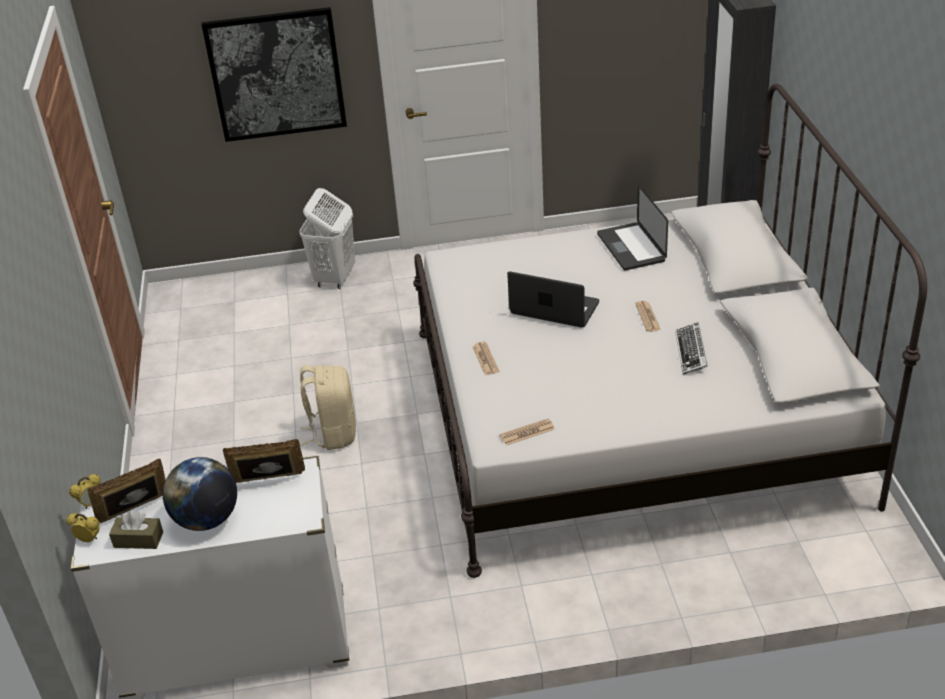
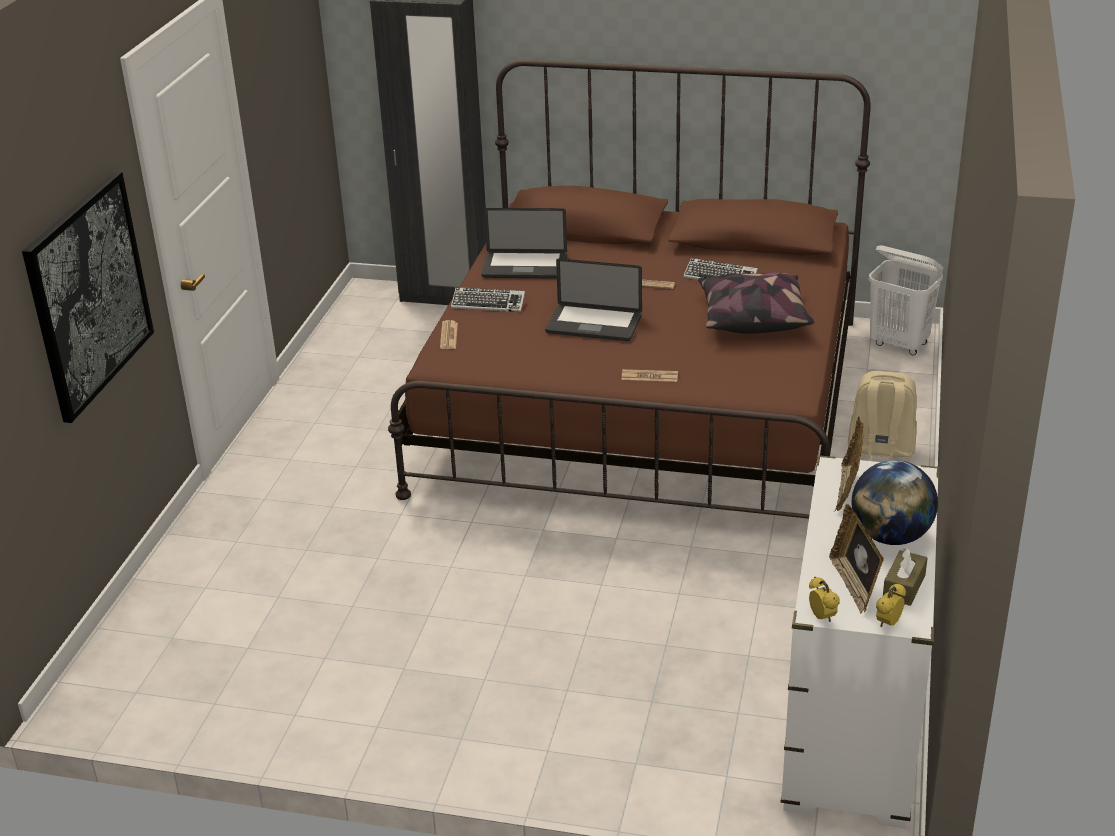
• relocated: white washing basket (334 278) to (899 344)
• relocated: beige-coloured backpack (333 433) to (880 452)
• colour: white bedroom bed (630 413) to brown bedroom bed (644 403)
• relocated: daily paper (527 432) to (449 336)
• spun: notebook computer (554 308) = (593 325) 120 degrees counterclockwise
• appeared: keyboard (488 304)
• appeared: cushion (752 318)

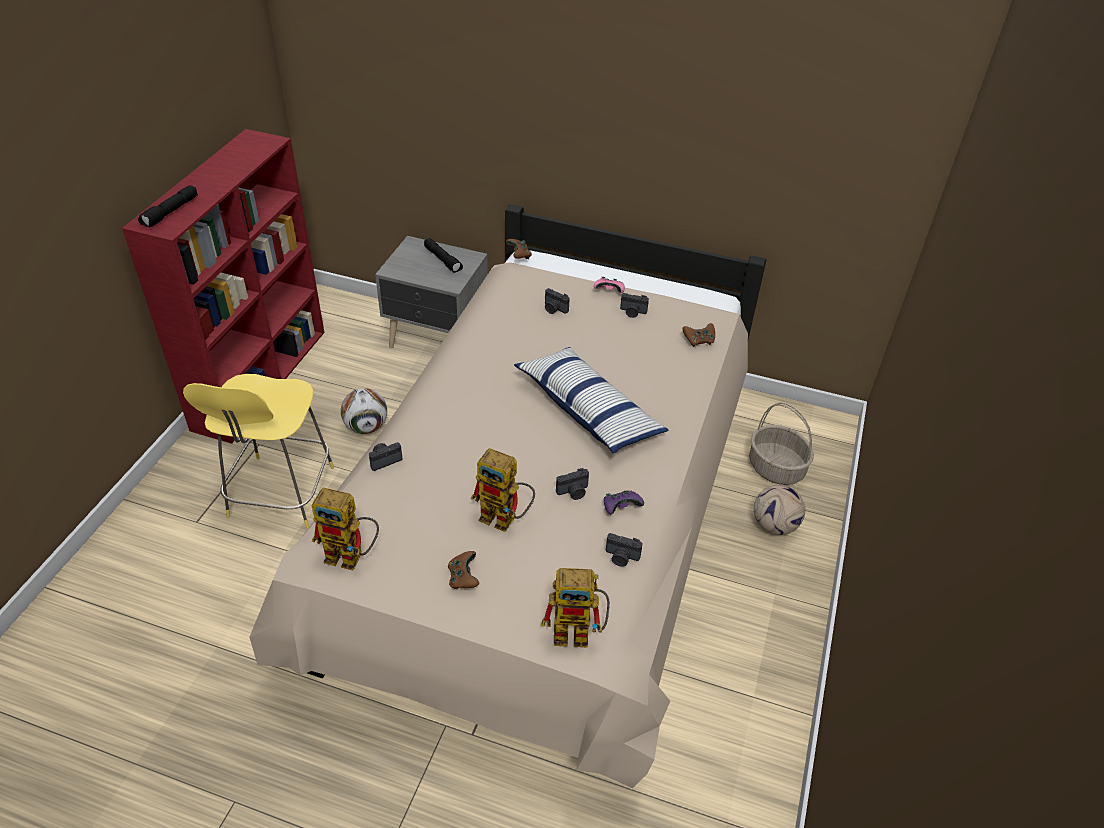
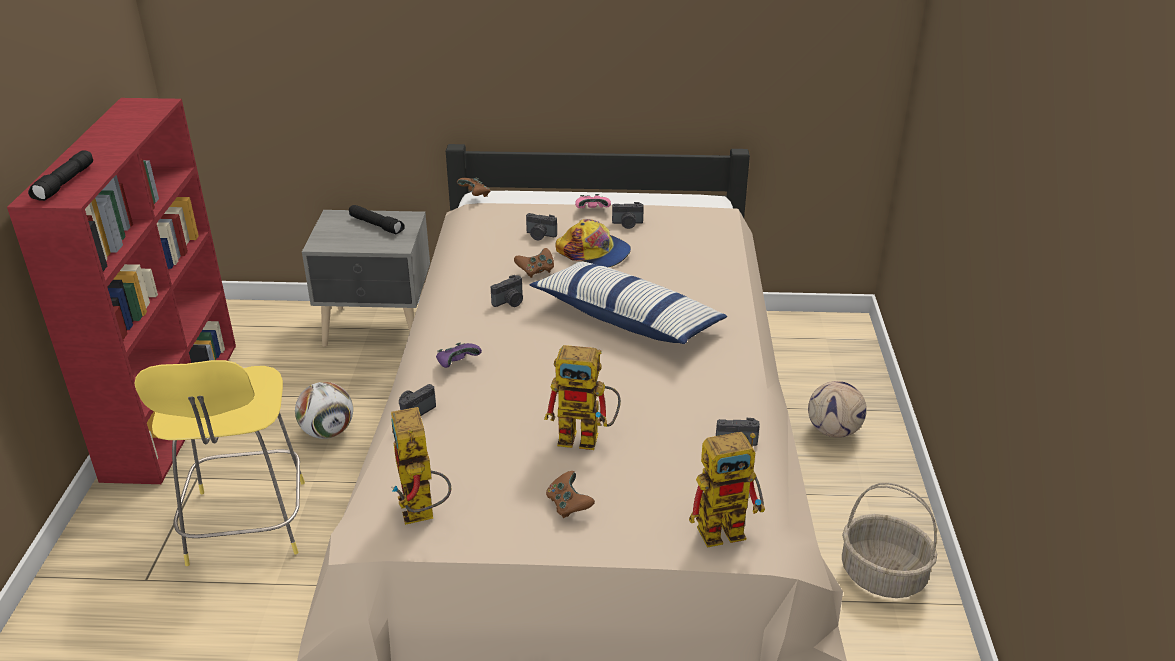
• spun: robot figure (352 556) = (423 514) 75 degrees clockwise
• relocated: photo camera (573 492) to (510 302)
• relocated: purplish gamepad (621 508) to (457 364)
• relocated: brown gamepad (698 341) to (536 271)
• relocated: storage basket (776 468) to (883 575)
• appeared: baseball cap (594 252)

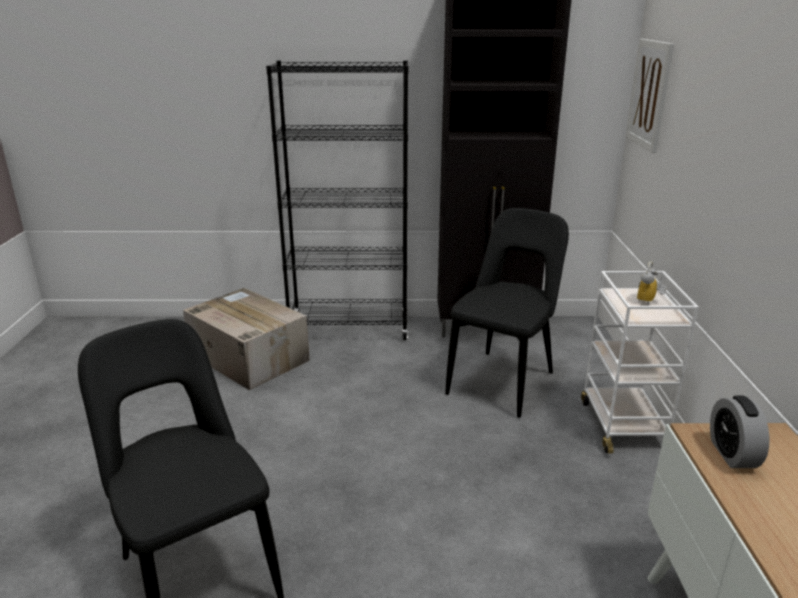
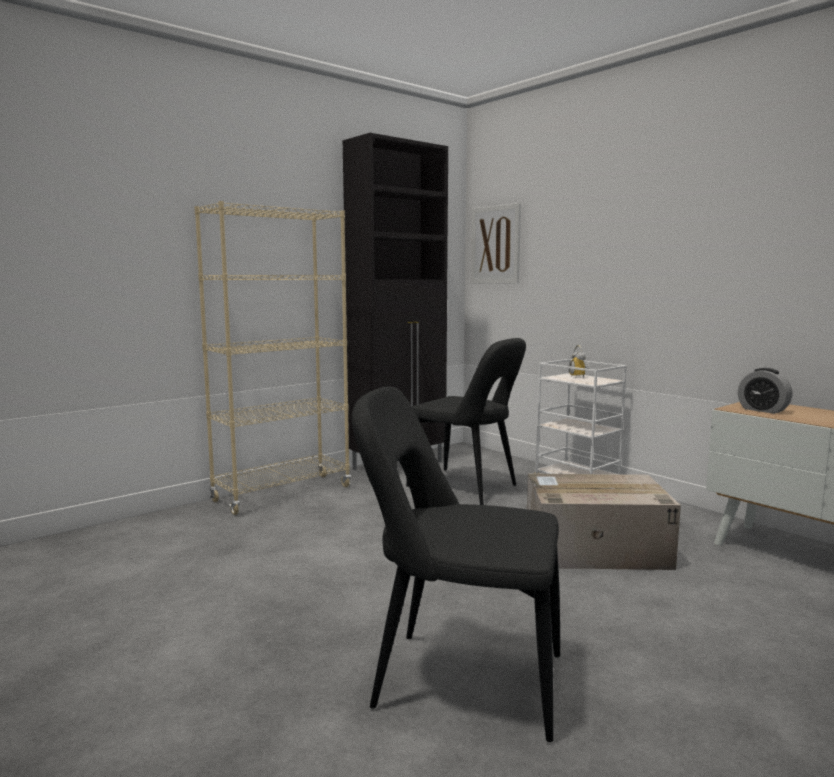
• relocated: carton (247 357) to (593 548)
• colour: blackish bookshelf (349 330) to beige-coloured bookshelf (282 494)
• spun: blackish chair (503 381) = (466 488) 135 degrees clockwise

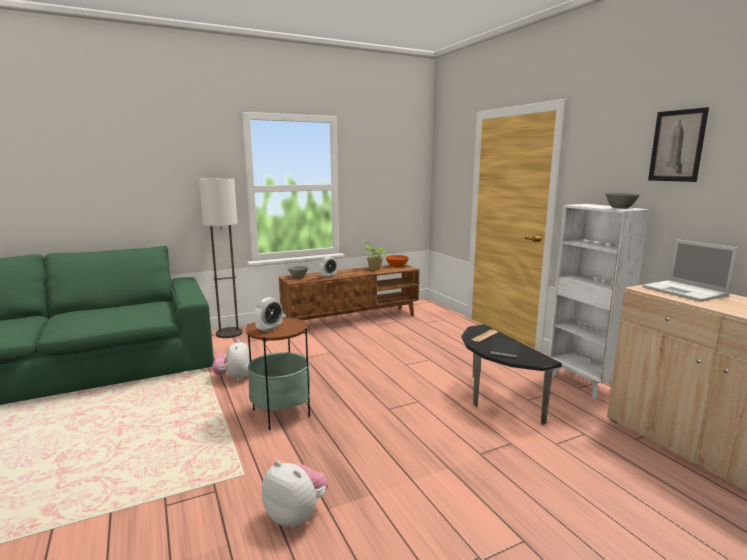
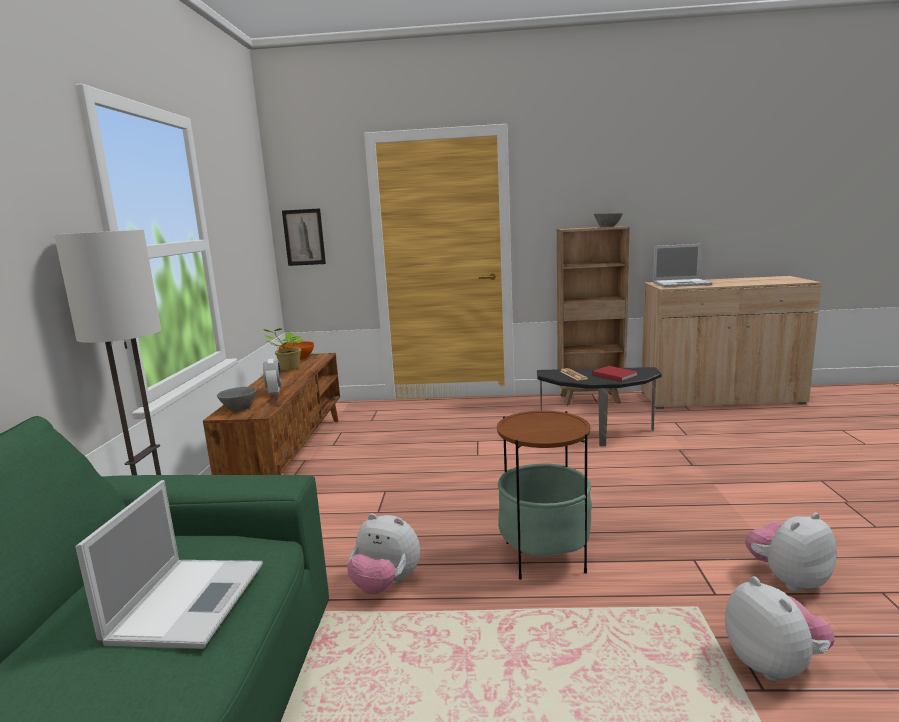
• missing: bedside clock (269 328)
• colour: blackish book (505 350) to red book (614 375)
• colour: white bookshelf (583 384) to brown bookshelf (591 399)
• relocated: wall art (677 146) to (304 237)
• appeared: notebook computer (189 600)
• appeared: cuddly toy (773 665)

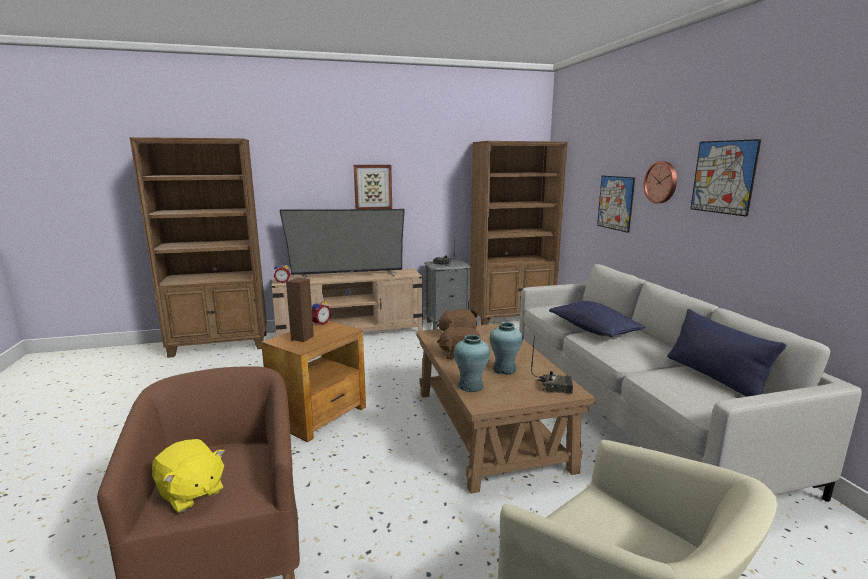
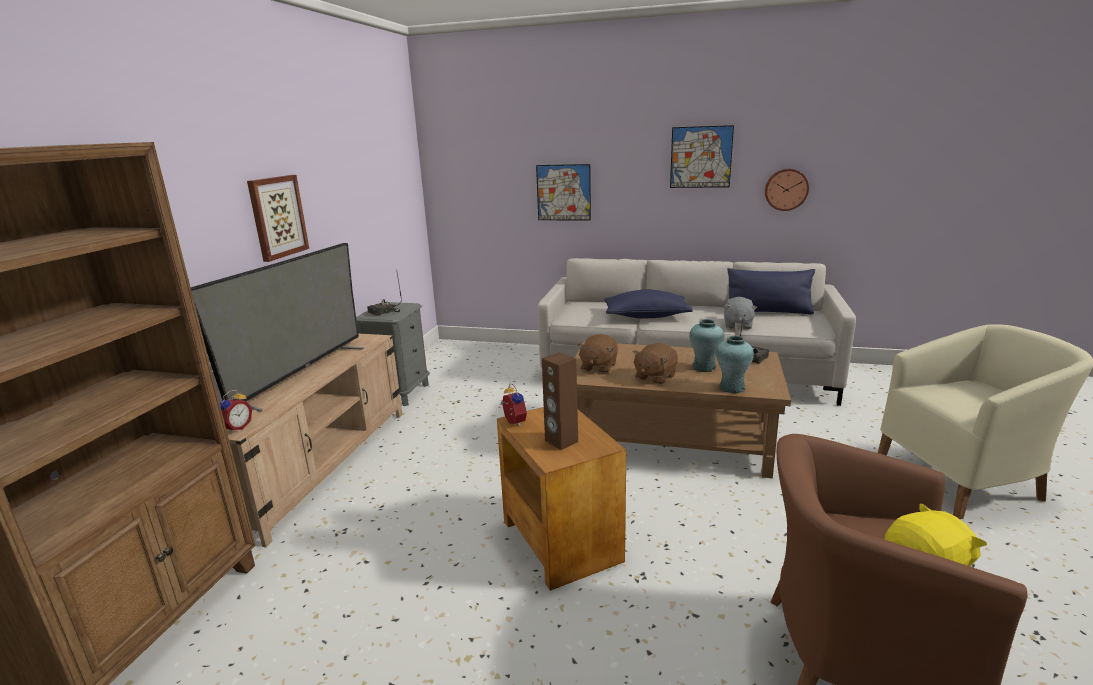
• missing: brown bookshelf (511 319)
• relocated: wall clock (661 182) to (786 189)
• appeared: greyish cuddly toy (737 325)

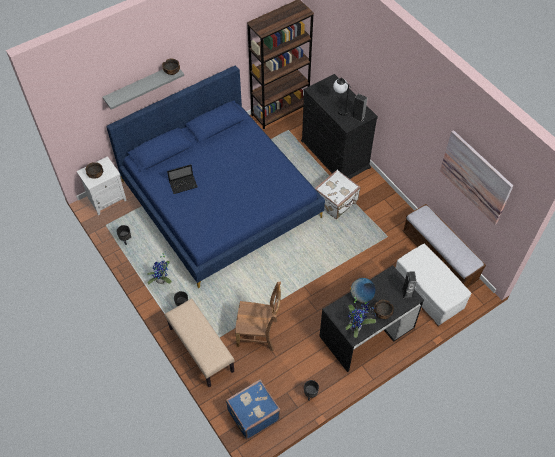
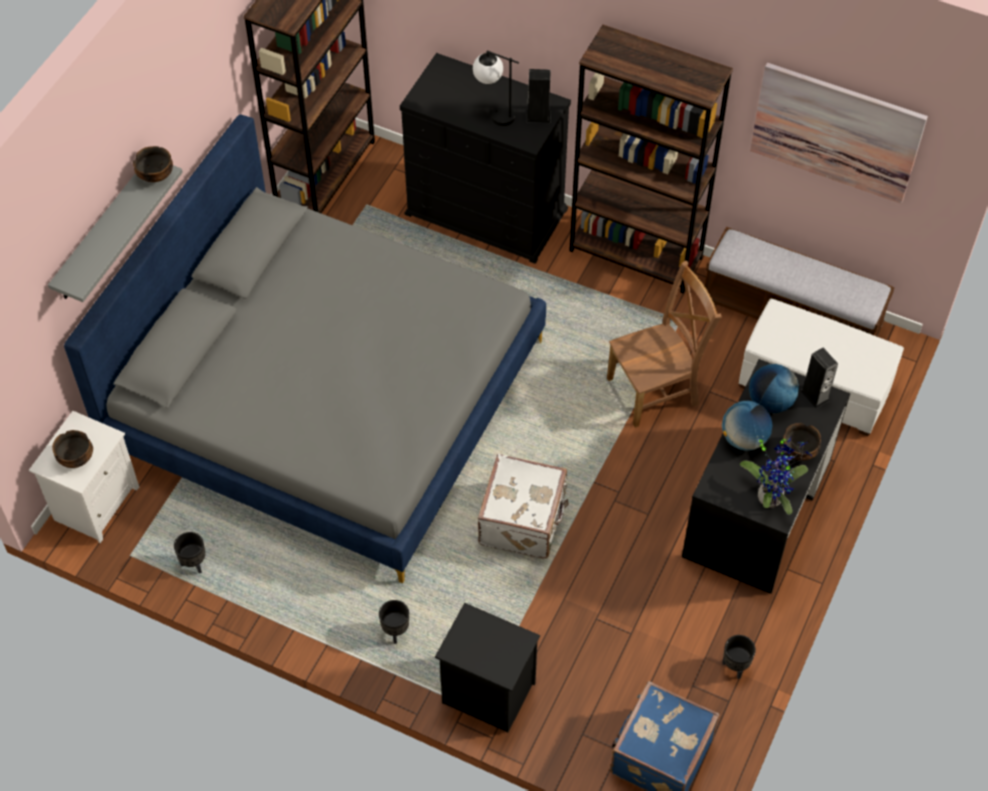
• colour: blue-coloured bedroom bed (220 199) to greyish bedroom bed (327 395)
• missing: potted plant (162 280)
• exchanged: beige-coloured bench (200 349) to blackish bedside table (486 693)
• missing: notebook computer (184 184)
• relocated: brown chair (259 334) to (656 390)
• relocated: white travel case (336 202) to (524 520)
• appeared: brown bookshelf (636 254)
• appeared: world globe (770 402)

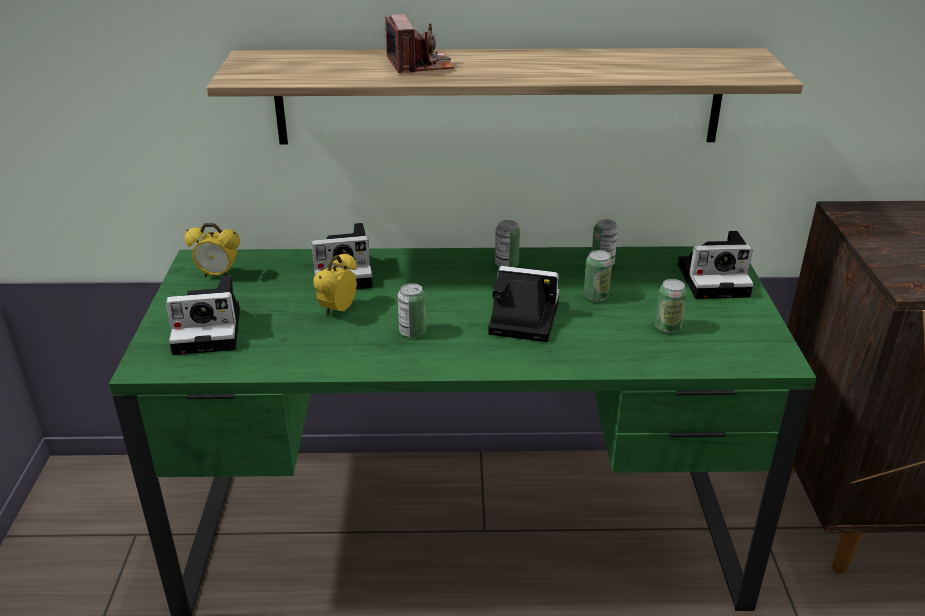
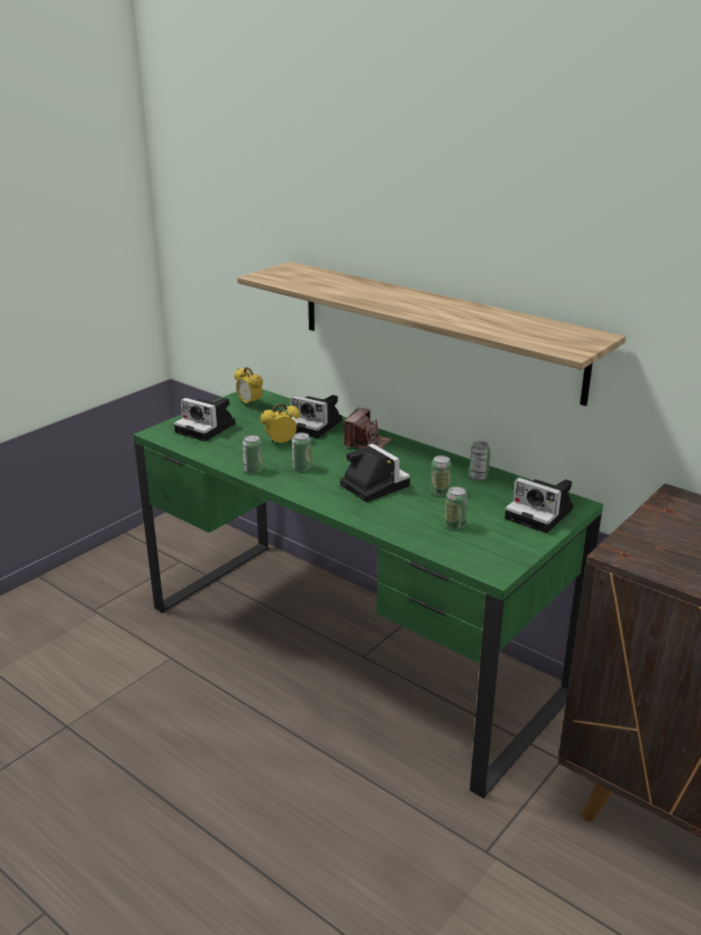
• relocated: photo camera (419 65) to (367 443)
• relocated: metal can (506 264) to (253 470)

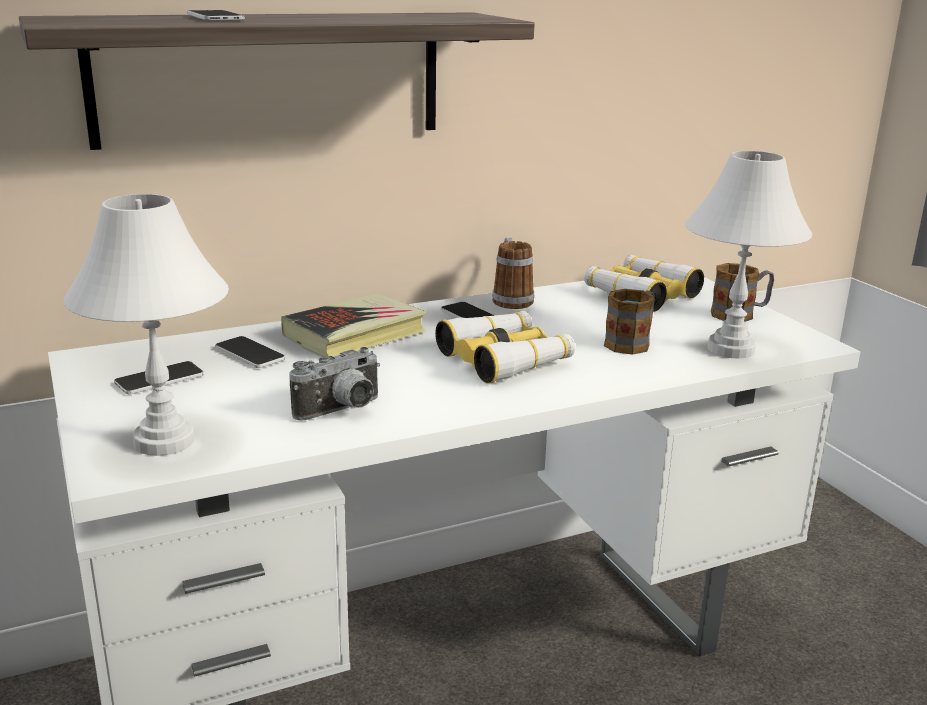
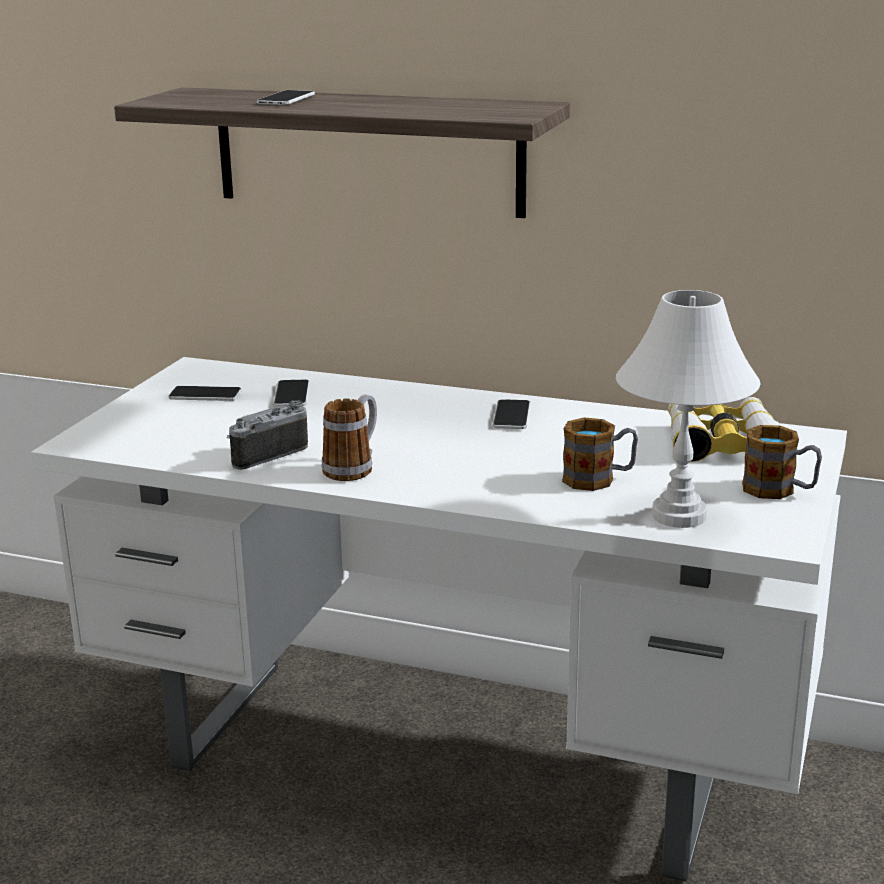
• missing: white lamp for a table (165 441)
• missing: book (355 334)
• spun: photo camera (342 411) = (264 453) 135 degrees clockwise
• missing: pair of binoculars (505 359)
• relocated: tea mug (510 299) to (354 467)

